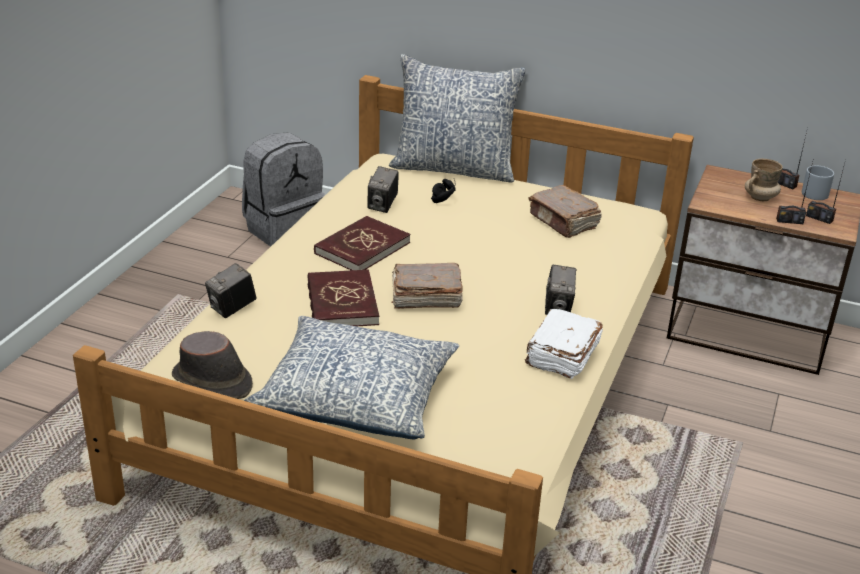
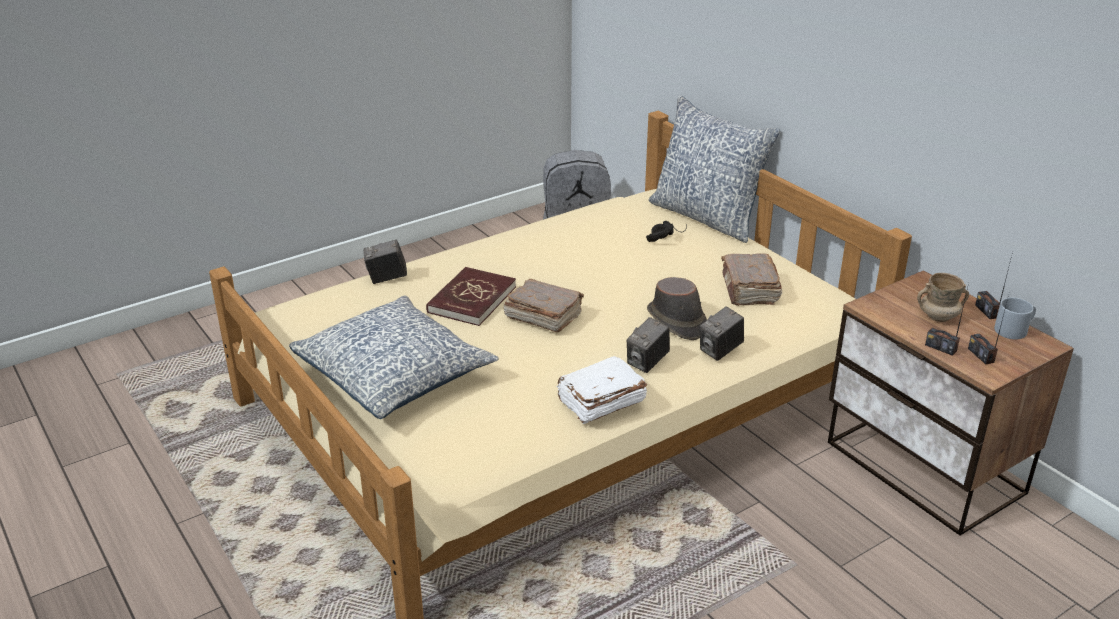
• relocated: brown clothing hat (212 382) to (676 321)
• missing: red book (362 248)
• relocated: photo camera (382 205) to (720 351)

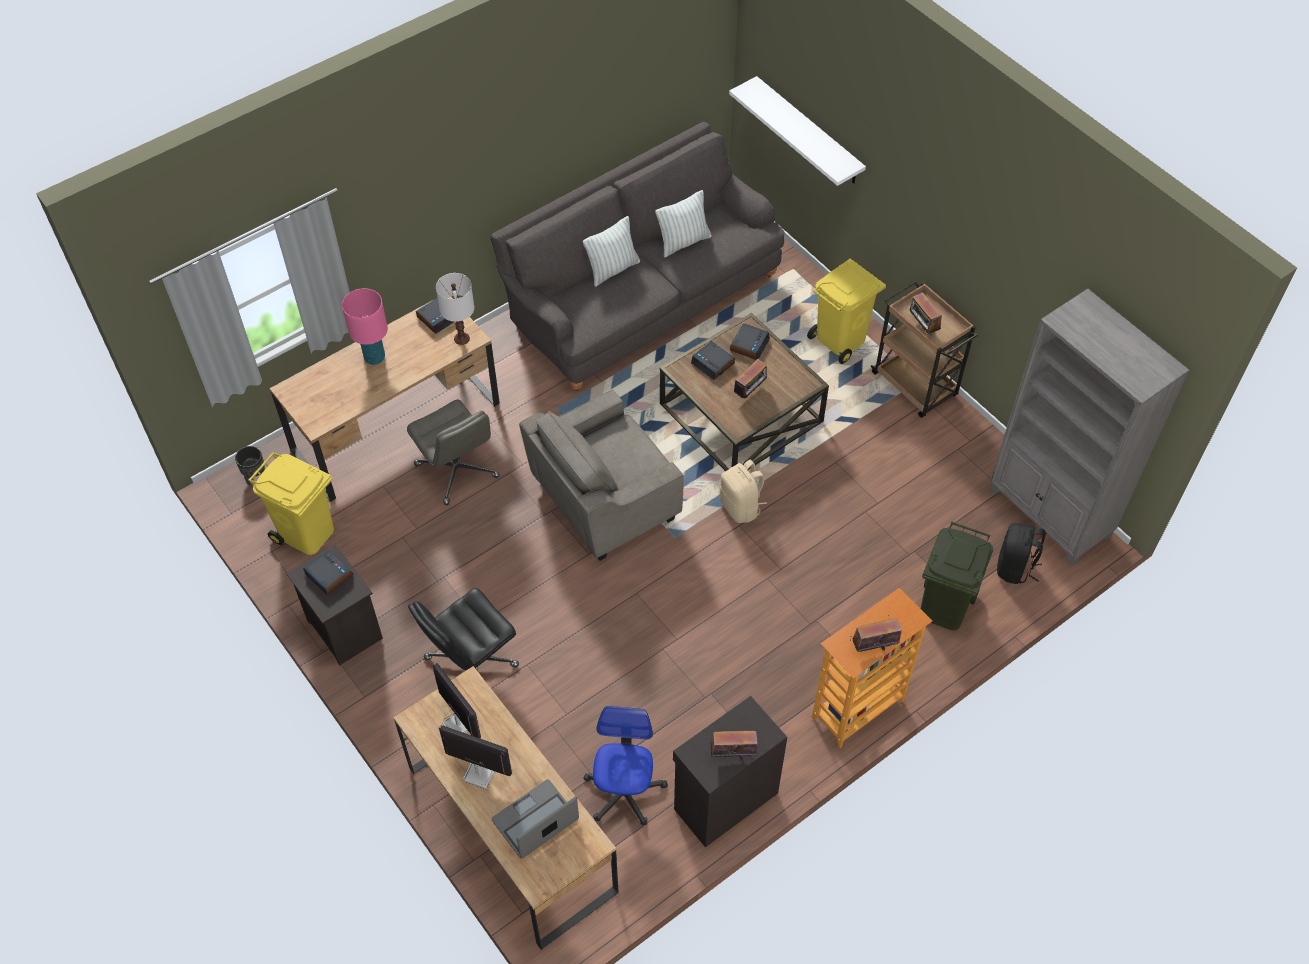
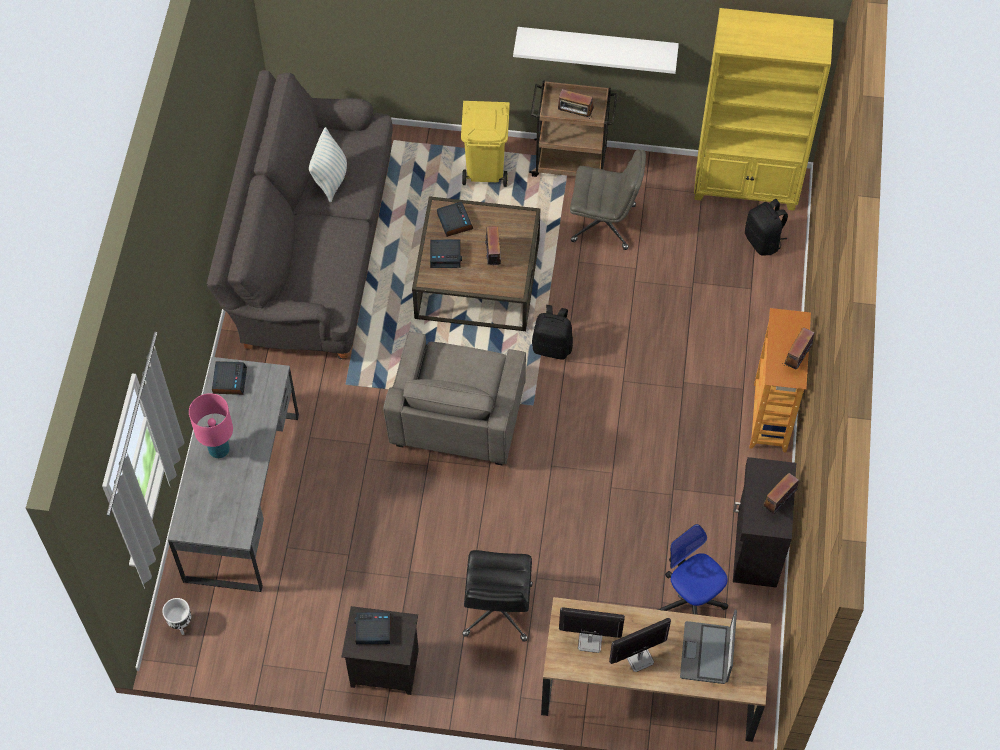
• colour: blackish plant pot (255 477) to white plant pot (181 624)
• missing: yellow trash can (306 533)
• colour: brown desk (396 427) to greyish desk (242 496)
• relocated: greyish desk chair (457 471) to (604 223)
• missing: white lamp for a table (462 339)
• missing: cushion (612 269)
• colour: beige-coloured backpack (741 507) to blackish backpack (552 346)
• relocated: white shelf (808 131) to (597 44)
• missing: green-coloured trash can (943 606)
• colour: greyish bookshelf (1049 514) to yellow bookshelf (746 186)

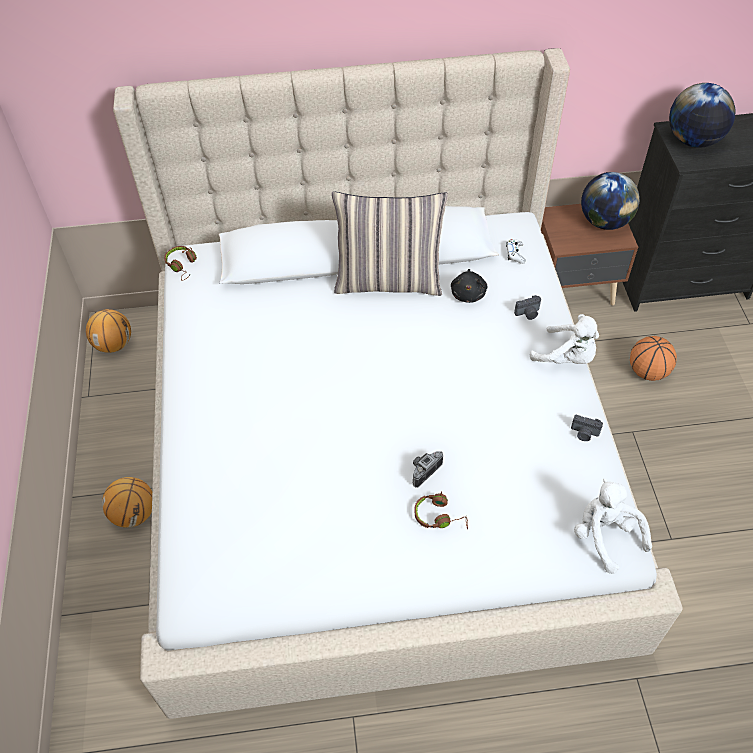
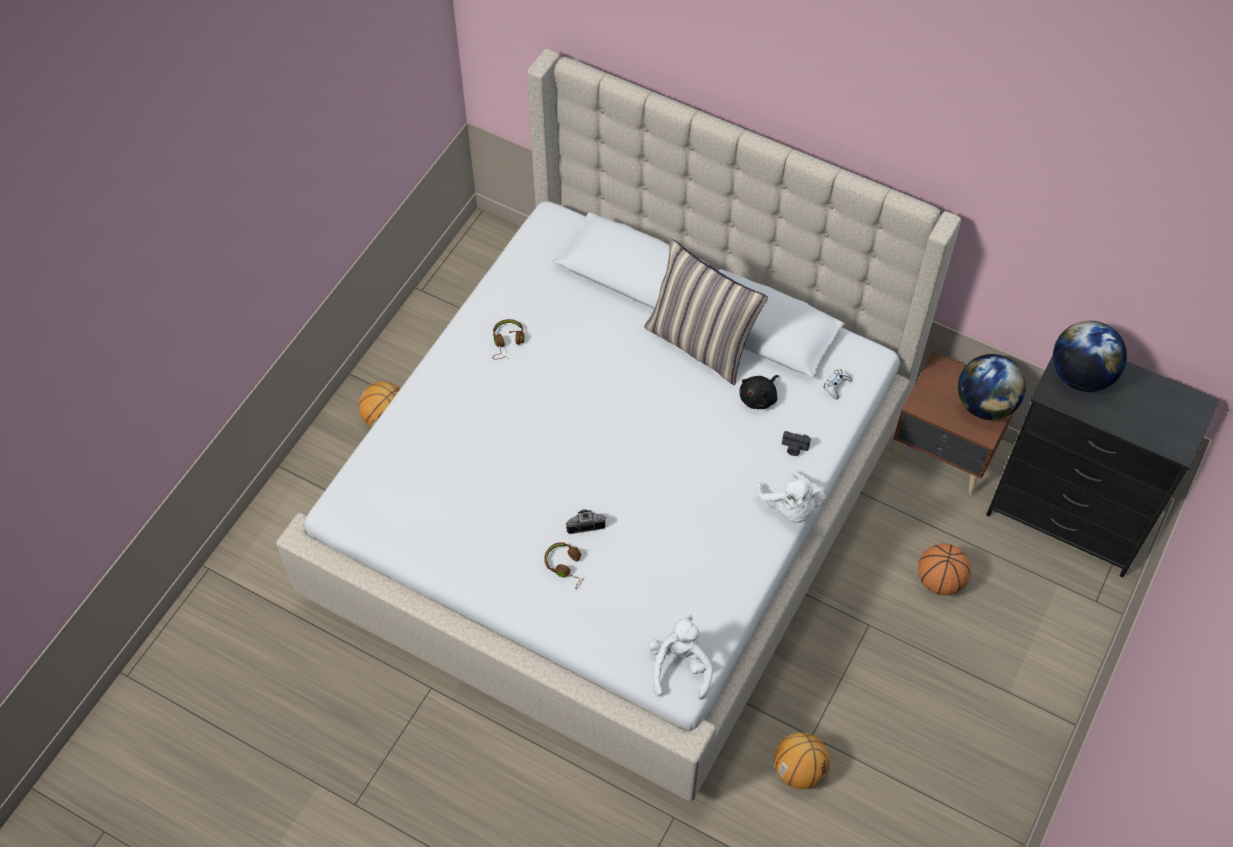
• relocated: ball for basketball (114 344) to (799 770)
• relocated: brown headphones (182 265) to (507 342)
• missing: photo camera (584 433)

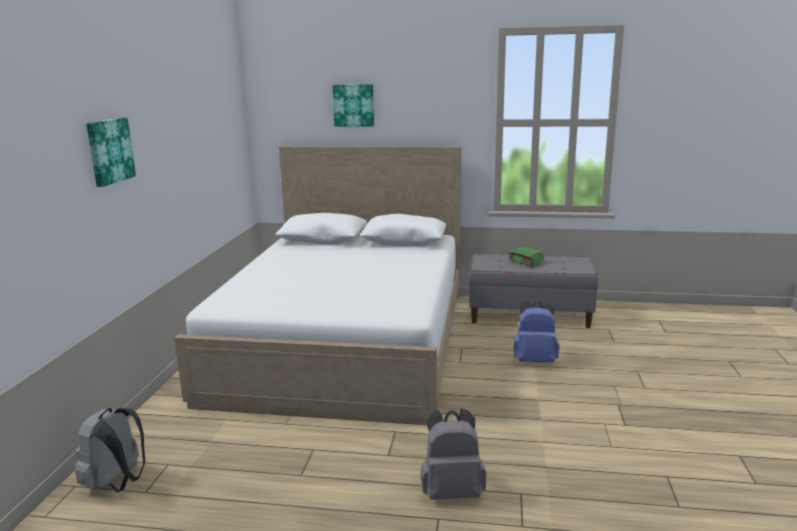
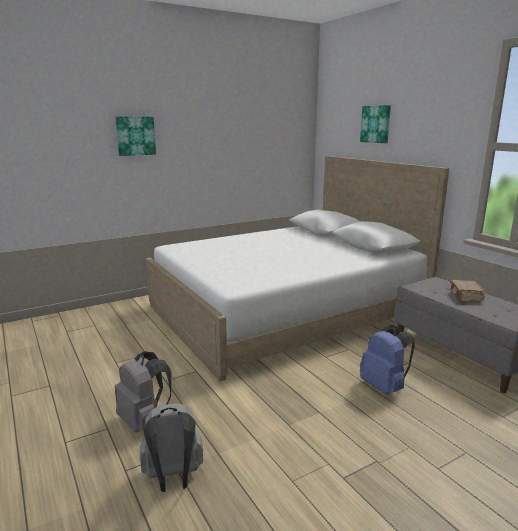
• relocated: greyish backpack (117 483) to (173 478)
• colour: green-coloured book (526 262) to brown book (465 297)

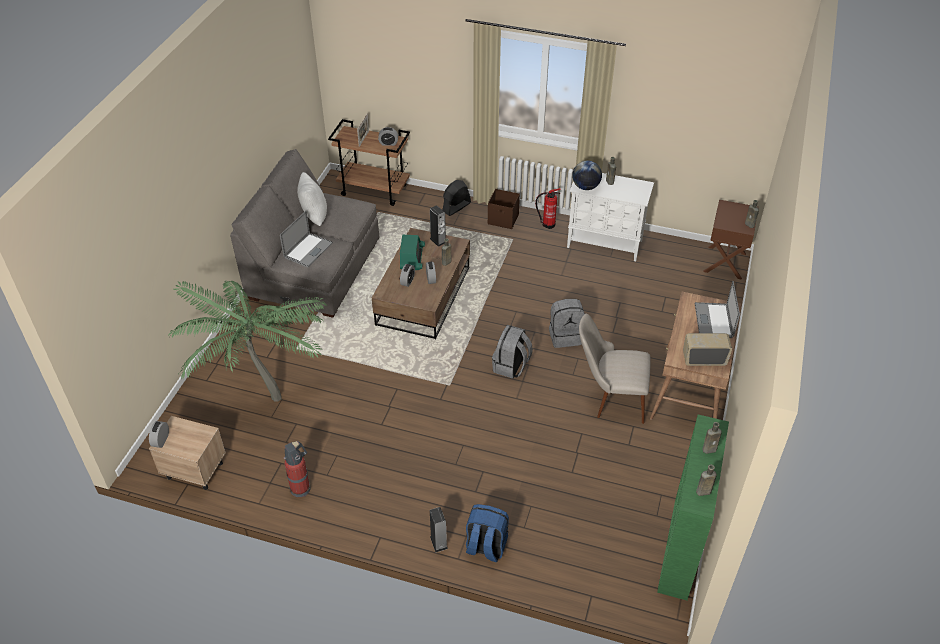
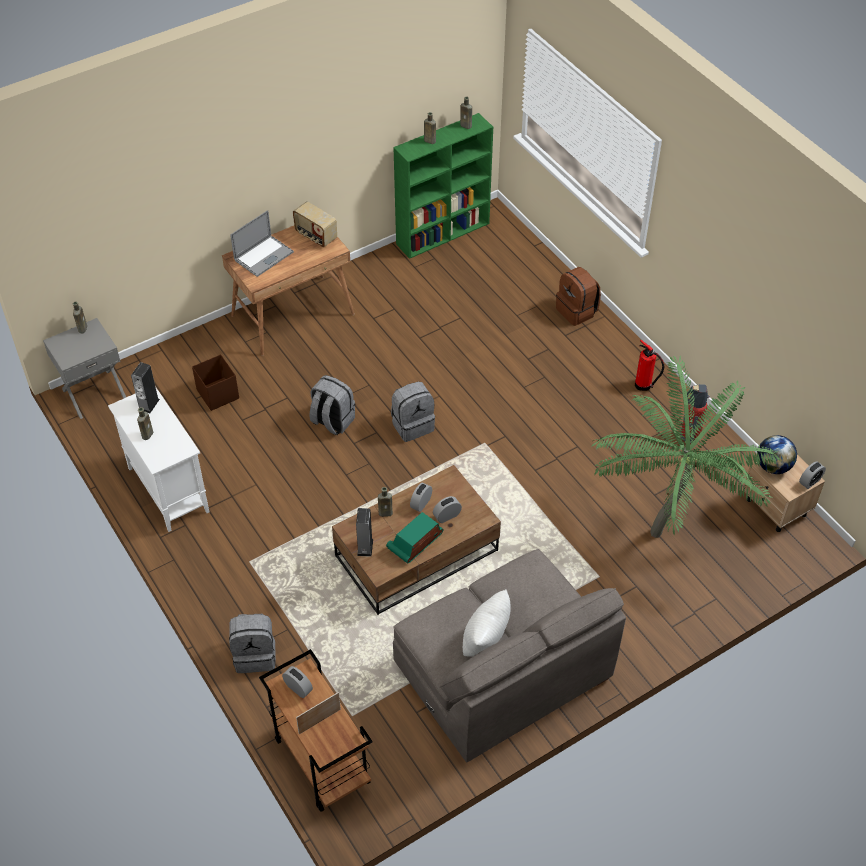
• missing: notebook computer (308 250)
• relocated: audio speaker (438 542) to (149 404)
• exchanged: blackish electric fan (456 207) to greyish backpack (255 655)
• colour: blue-coloured backpack (485 547) to brown backpack (577 311)
• relocated: brown storage bin (503 219) to (218 393)
• relocated: extinguisher (547 224) to (644 386)
• relocated: world globe (585 187) to (773 466)
• missing: beige-coloured chair (610 398)
• colour: brown bedside table (725 263) to greyish bedside table (93 393)

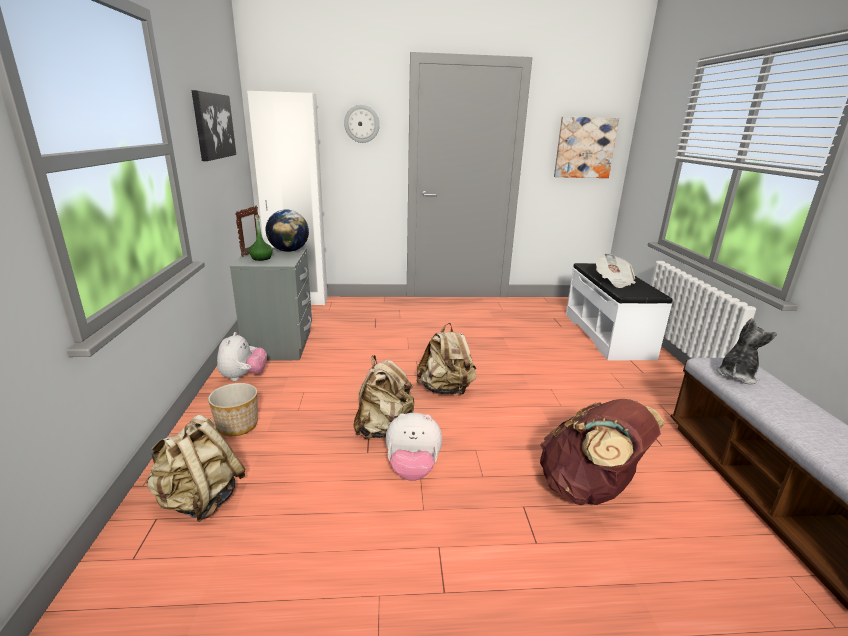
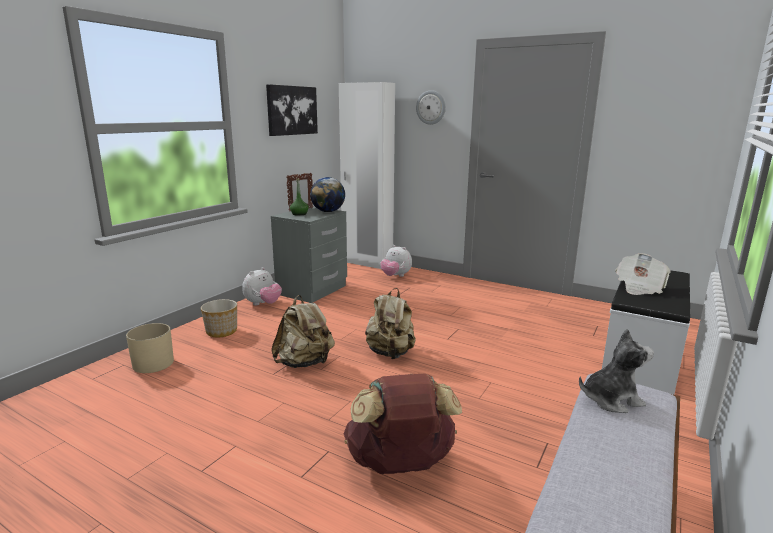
• exchanged: beige-coloured backpack (200 500) to beige-coloured plant pot (153 364)
• relocated: cuddly toy (412 469) to (395 276)
• missing: wall art (584 148)

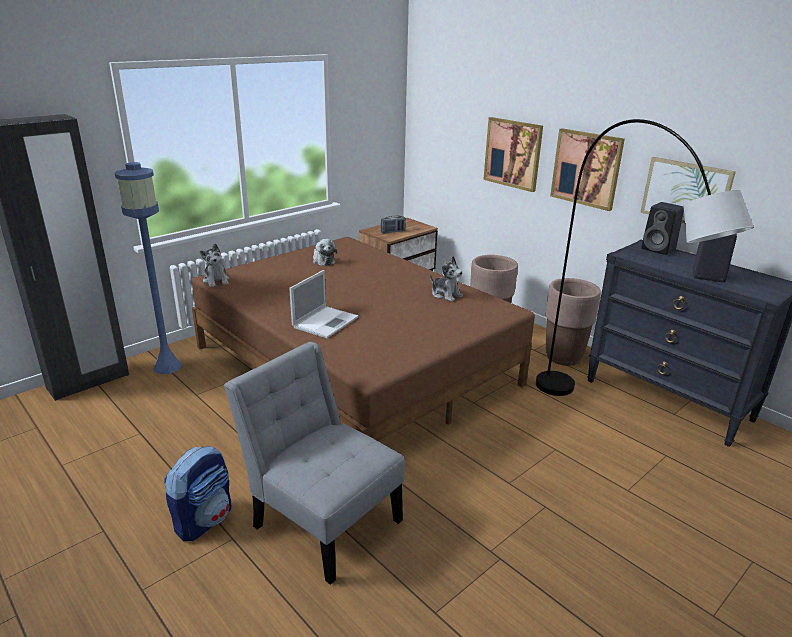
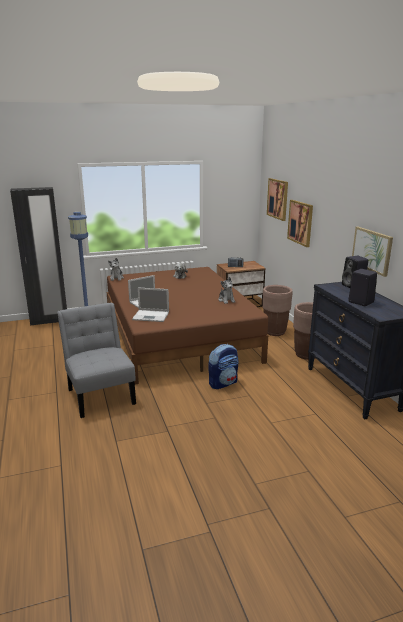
• relocated: backpack (204 520) to (223 383)
• missing: greyish standard lamp (604 424)
• relocated: wall art (586 168) to (278 199)
• appeared: notebook computer (151 316)

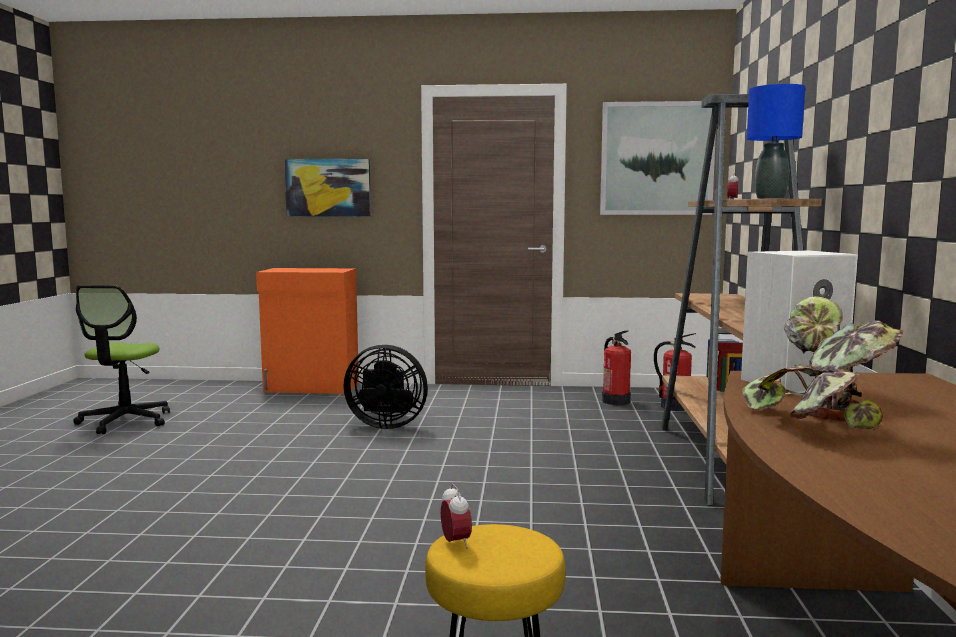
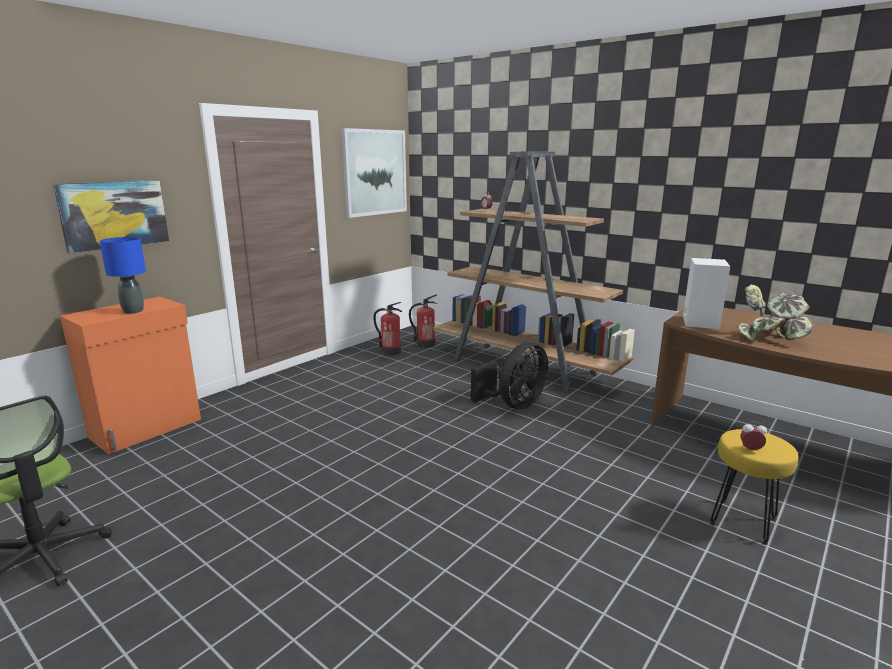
• relocated: blackish electric fan (386 425) to (514 404)
• relocated: blue-coloured lamp for a table (770 198) to (133 311)

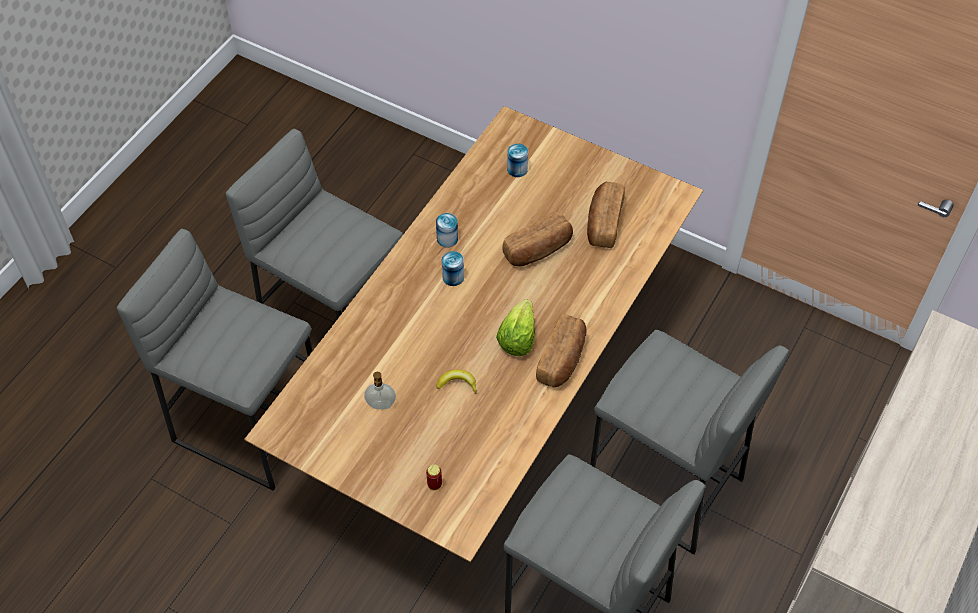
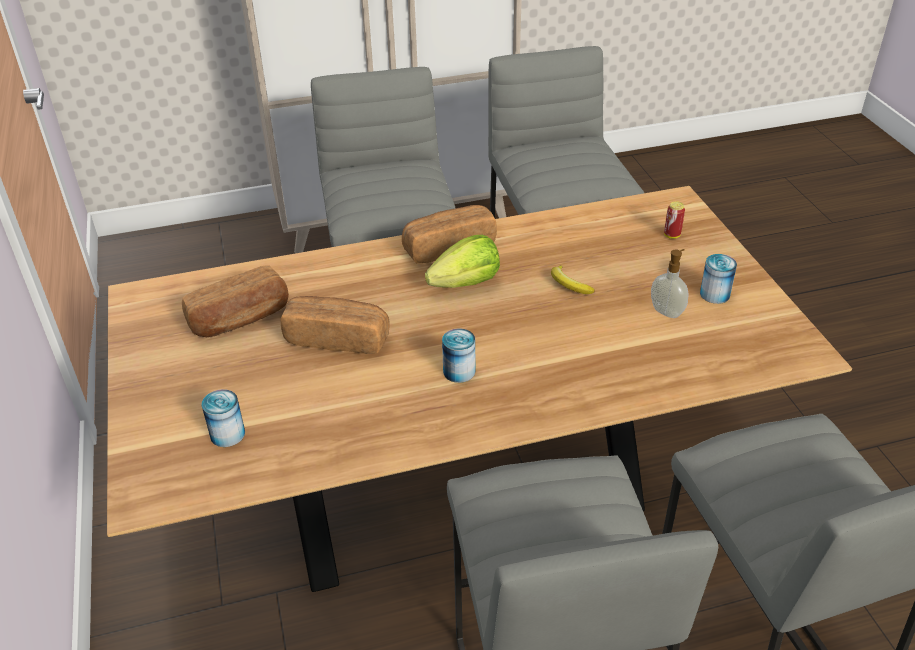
• relocated: metal can (447 239) to (714 294)

